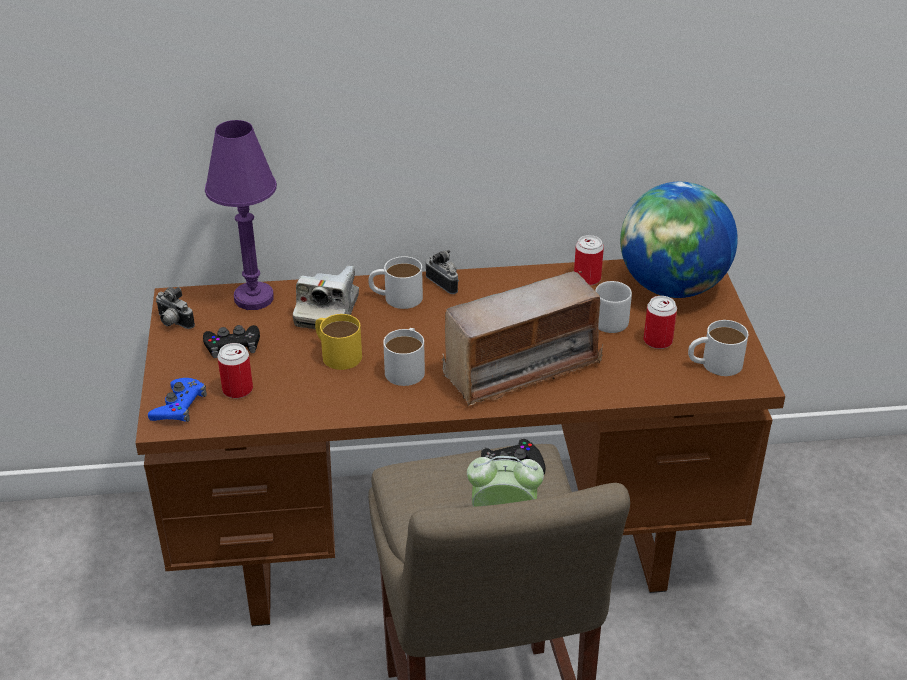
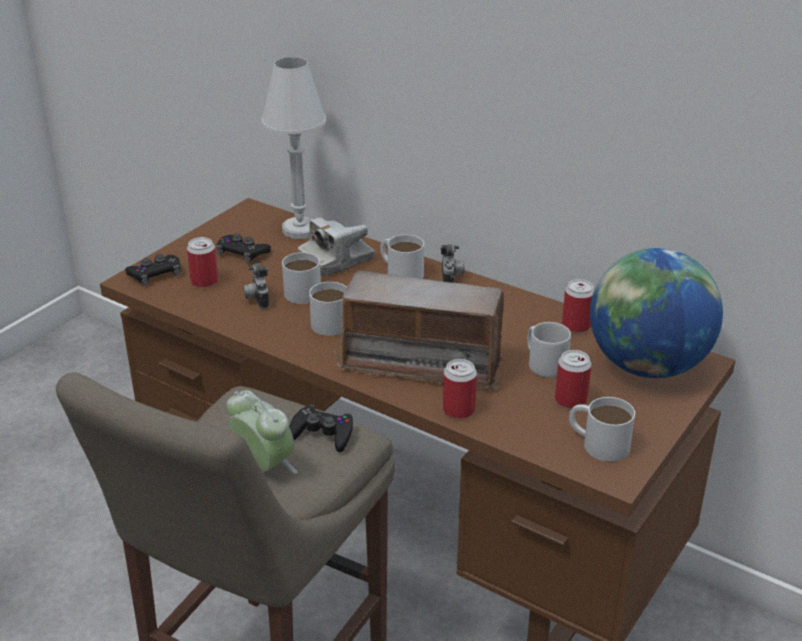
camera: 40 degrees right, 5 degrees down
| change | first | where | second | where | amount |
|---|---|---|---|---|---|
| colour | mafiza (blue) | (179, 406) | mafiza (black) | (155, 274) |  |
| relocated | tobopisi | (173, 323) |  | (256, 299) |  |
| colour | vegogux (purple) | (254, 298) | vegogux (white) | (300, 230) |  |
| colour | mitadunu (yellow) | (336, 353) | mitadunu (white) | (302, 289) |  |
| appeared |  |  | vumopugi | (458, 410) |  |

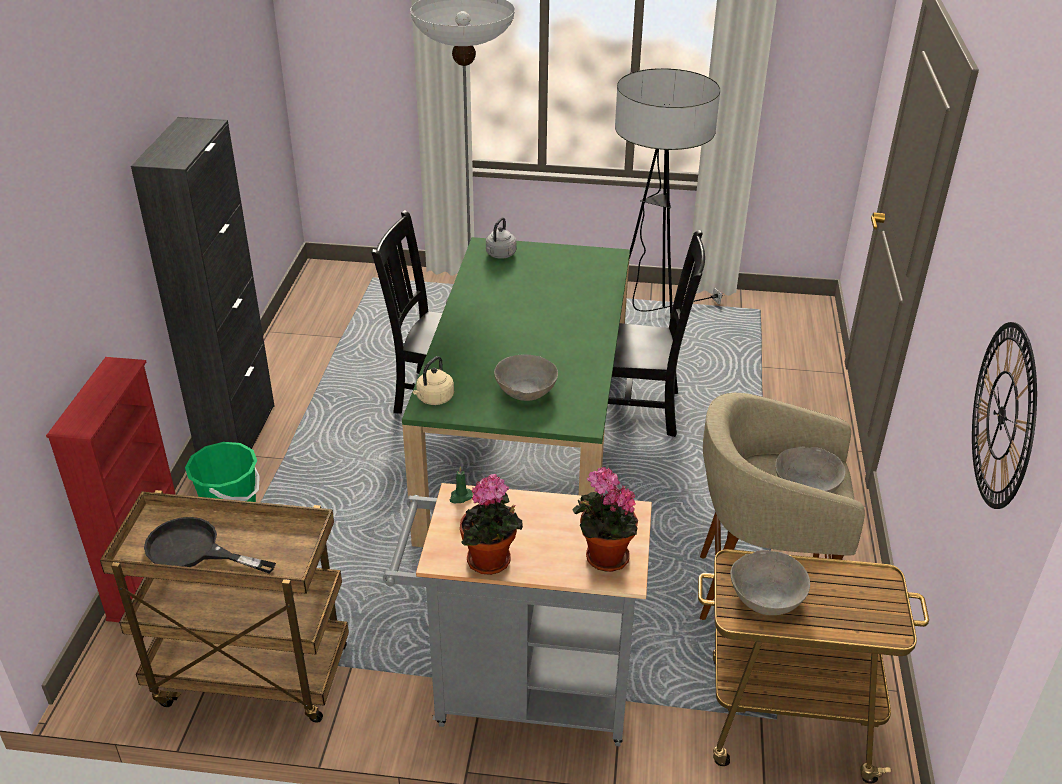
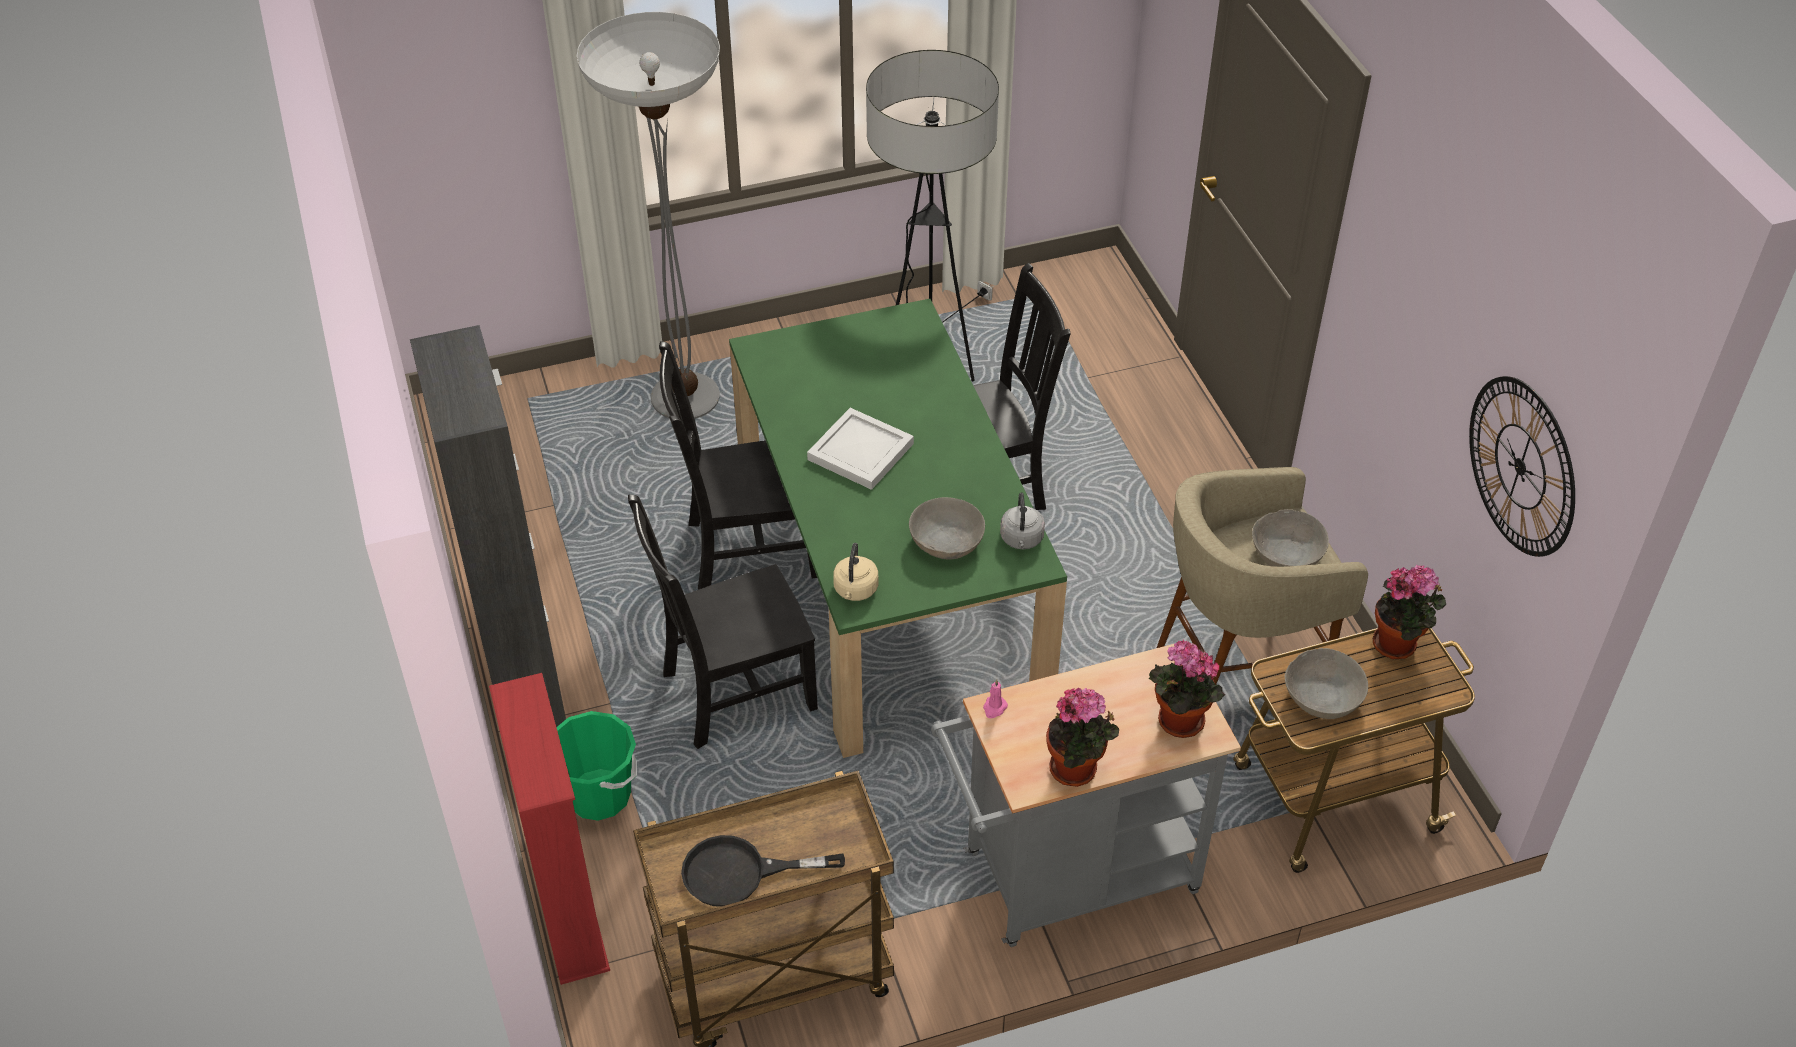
camera: 25 degrees left, 10 degrees up
| change | first | where | second | where | amount |
|---|---|---|---|---|---|
| appeared |  |  | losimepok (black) | (733, 692) |  |
| appeared |  |  | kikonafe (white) | (859, 452) |  |
| colour | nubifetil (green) | (460, 497) | nubifetil (pink) | (994, 708) |  |
| relocated | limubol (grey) | (500, 255) |  | (1021, 540) |  |
| appeared |  |  | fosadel | (1398, 645) |  |

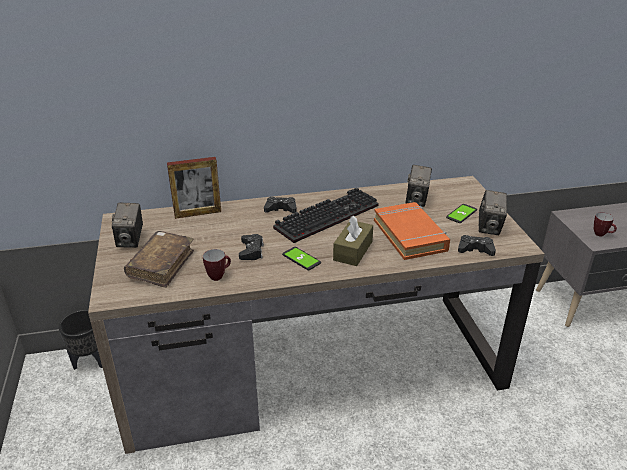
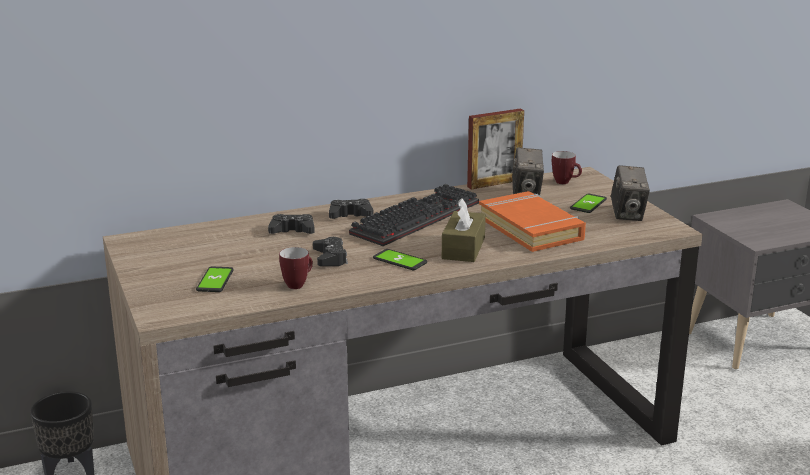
camera: 10 degrees left, 10 degrees down
| change | first | where | second | where | amount |
|---|---|---|---|---|---|
| exchanged | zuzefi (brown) | (161, 265) | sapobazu | (215, 280) |  |
| relocated | mafiza (black) | (475, 249) |  | (292, 230) |  |
| relocated | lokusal | (198, 213) |  | (494, 183) |  |
| relocated | mitadunu | (602, 235) |  | (565, 182) |  |
| missing | tobopisi | (130, 240) |  |  |  |

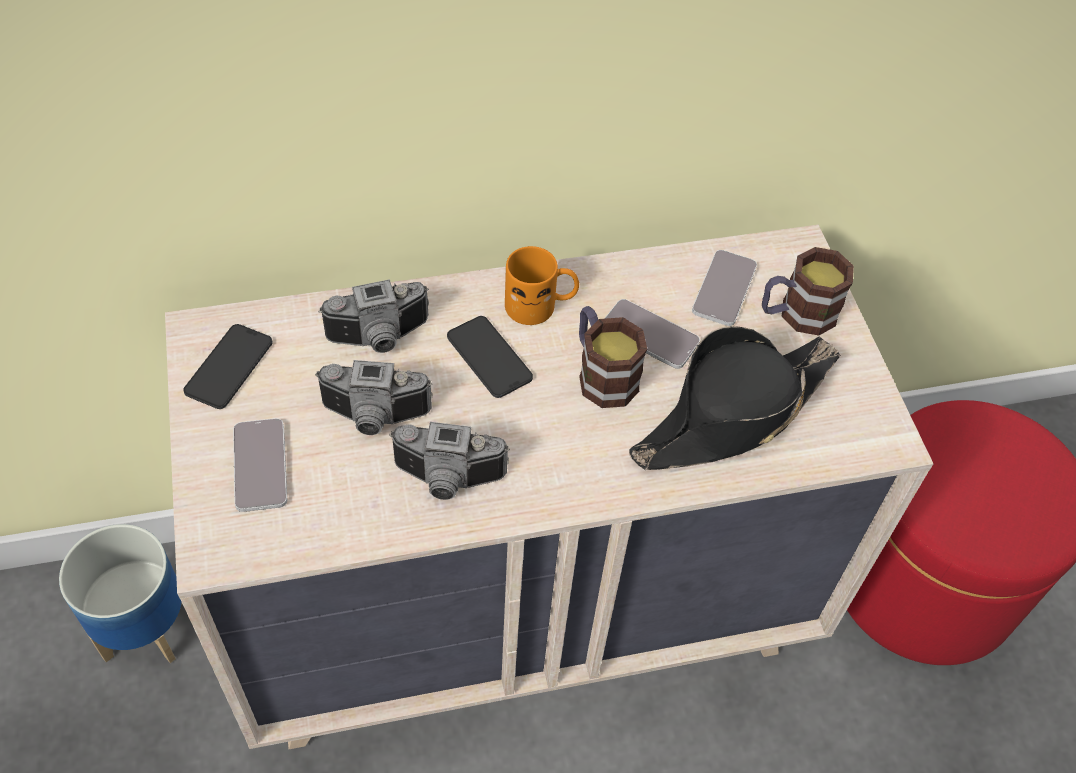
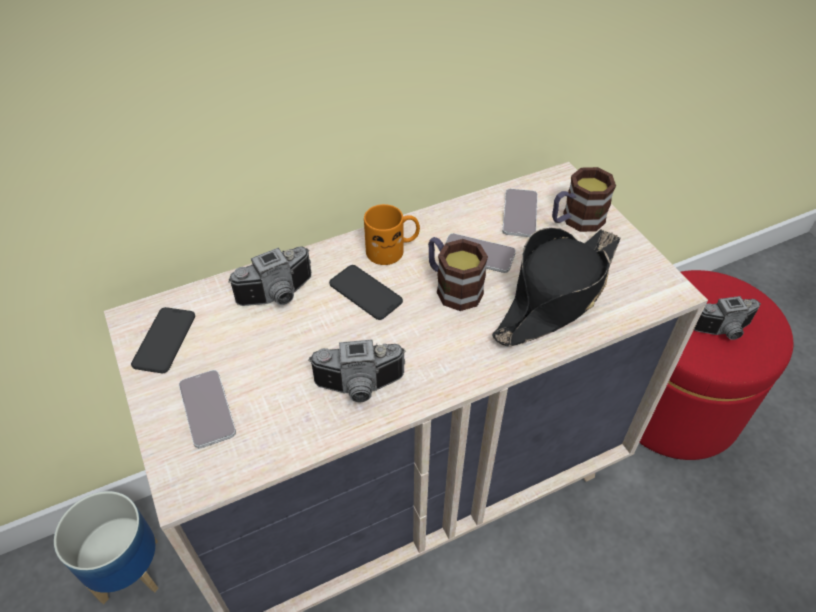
camera: 10 degrees left, 5 degrees down
| change | first | where | second | where | amount |
|---|---|---|---|---|---|
| relocated | tobopisi | (374, 419) |  | (724, 331) |  |

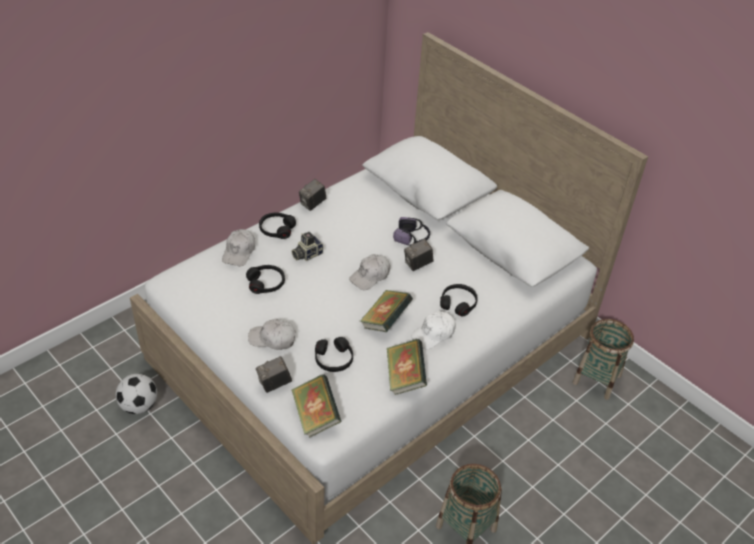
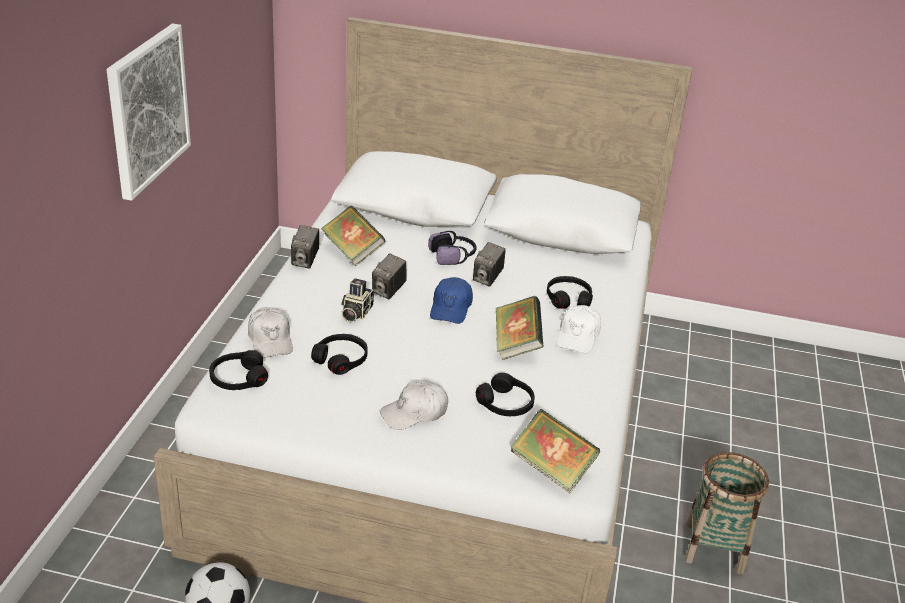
camera: 35 degrees left, 10 degrees down
| change | first | where | second | where | amount |
|---|---|---|---|---|---|
| appeared |  |  | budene | (147, 109) |  |
| relocated | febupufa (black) | (276, 229) |  | (238, 378) |  |
| relocated | zuzefi | (405, 377) |  | (352, 251) |  |
| relocated | tobopisi | (274, 384) |  | (388, 291) |  |
| colour | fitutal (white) | (370, 276) | fitutal (blue) | (451, 308) |  |
| missing | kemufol | (597, 379) |  |  |  |

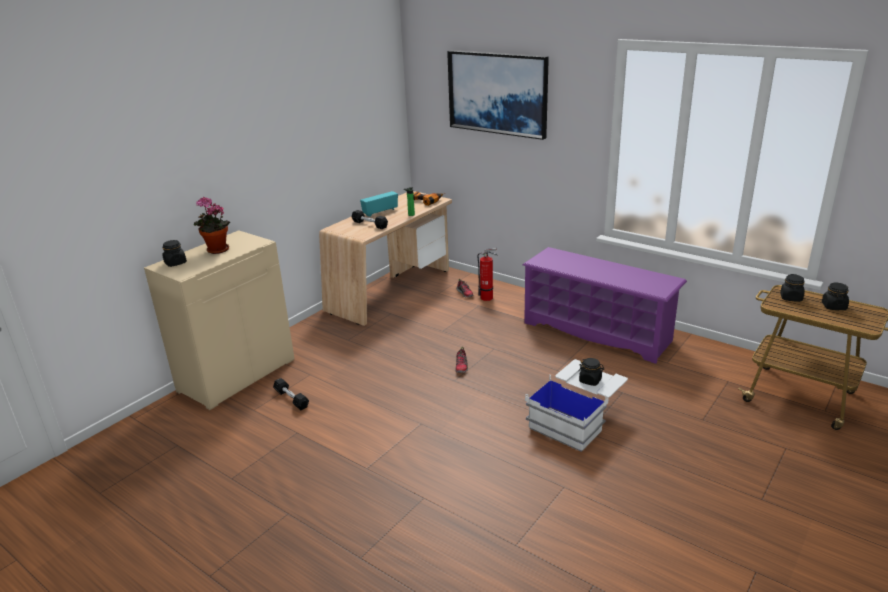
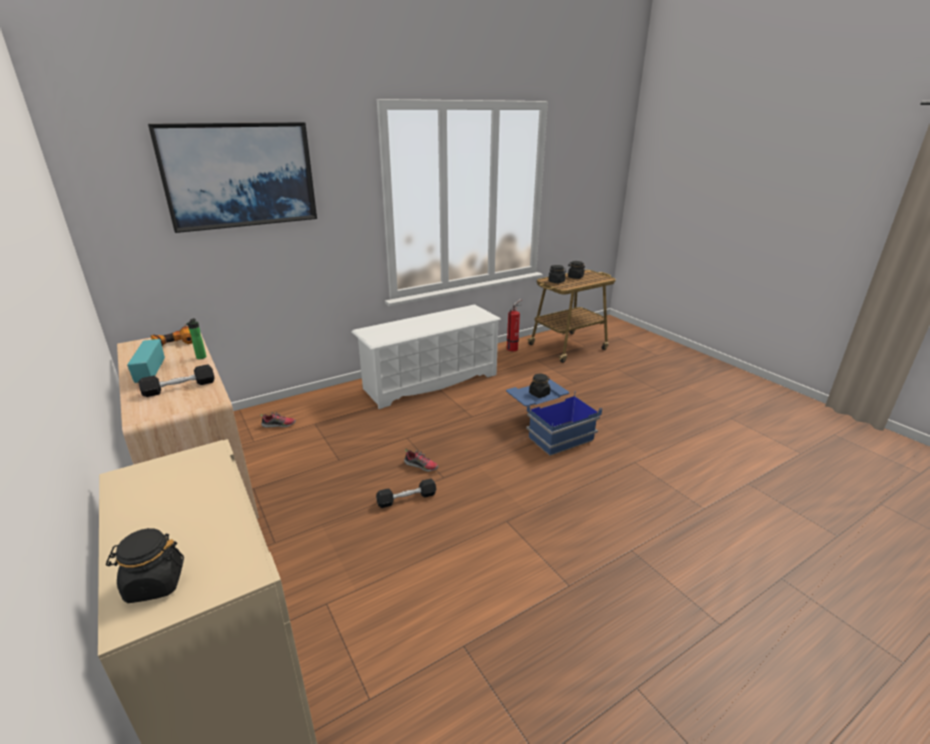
camera: 70 degrees left, 0 degrees up
| change | first | where | second | where | amount |
|---|---|---|---|---|---|
| colour | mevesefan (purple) | (597, 332) | mevesefan (white) | (430, 381) |  |
| relocated | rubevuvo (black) | (291, 399) |  | (407, 499) |  |
| colour | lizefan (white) | (577, 419) | lizefan (blue) | (548, 429) |  |
| relocated | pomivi | (488, 298) |  | (513, 348) |  |
| missing | fosadel | (216, 250) |  |  |  |

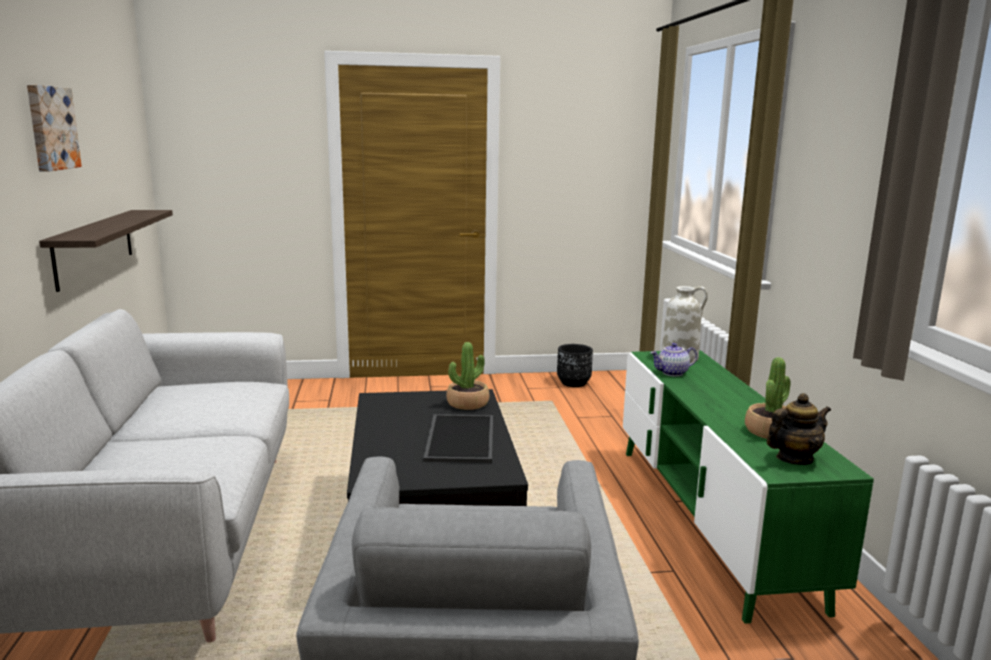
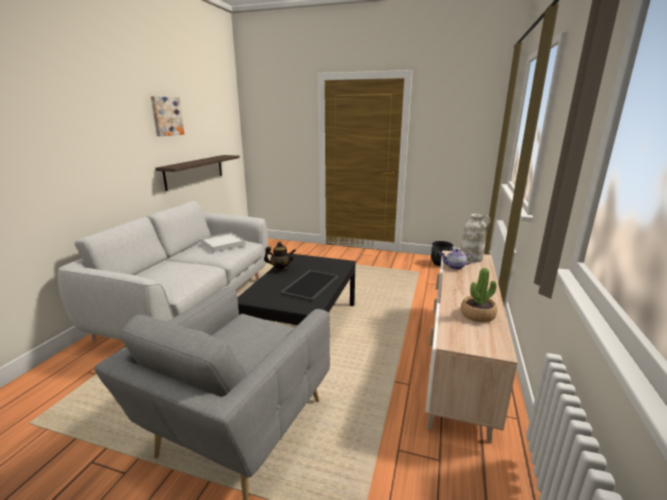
camera: 25 degrees right, 5 degrees up
| change | first | where | second | where | amount |
|---|---|---|---|---|---|
| appeared |  |  | kikonafe (white) | (223, 244) |  |
| relocated | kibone | (794, 459) |  | (280, 269) |  |
| colour | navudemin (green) | (710, 519) | navudemin (beige) | (458, 360) |  |
| missing | fosadel | (467, 403) |  |  |  |

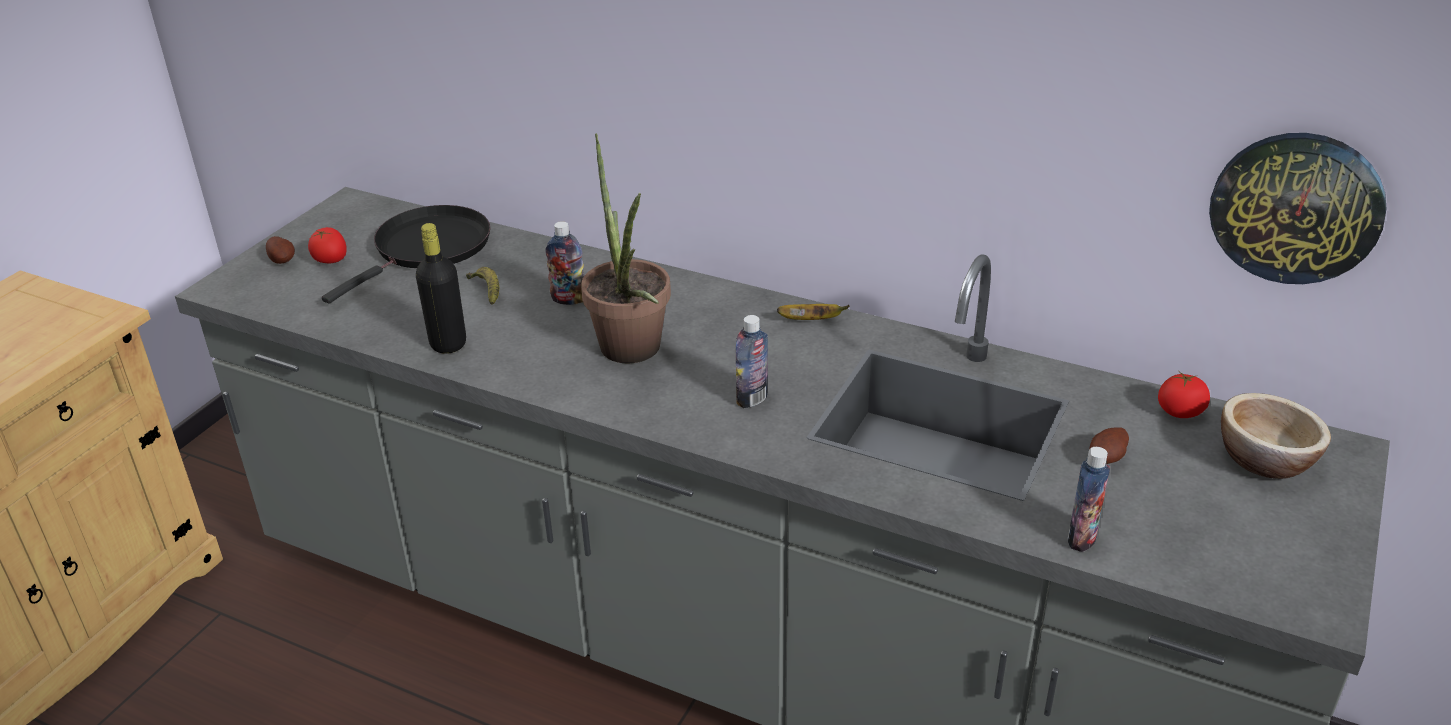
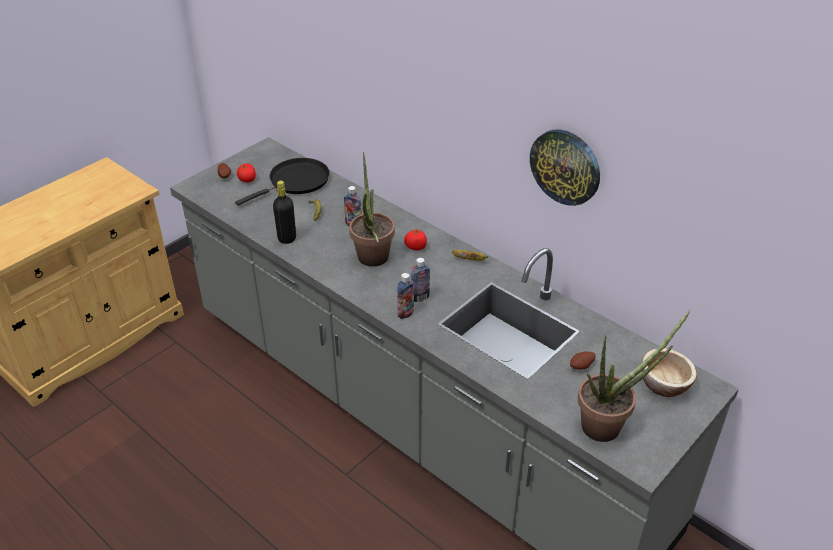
camera: 15 degrees right, 5 degrees up
| change | first | where | second | where | amount |
|---|---|---|---|---|---|
| relocated | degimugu | (1081, 538) |  | (405, 313) |  |
| relocated | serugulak | (1180, 412) |  | (416, 247) |  |
| relocated | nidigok | (1296, 207) |  | (565, 166) |  |
| appeared |  |  | fosadel | (609, 425) |  |

